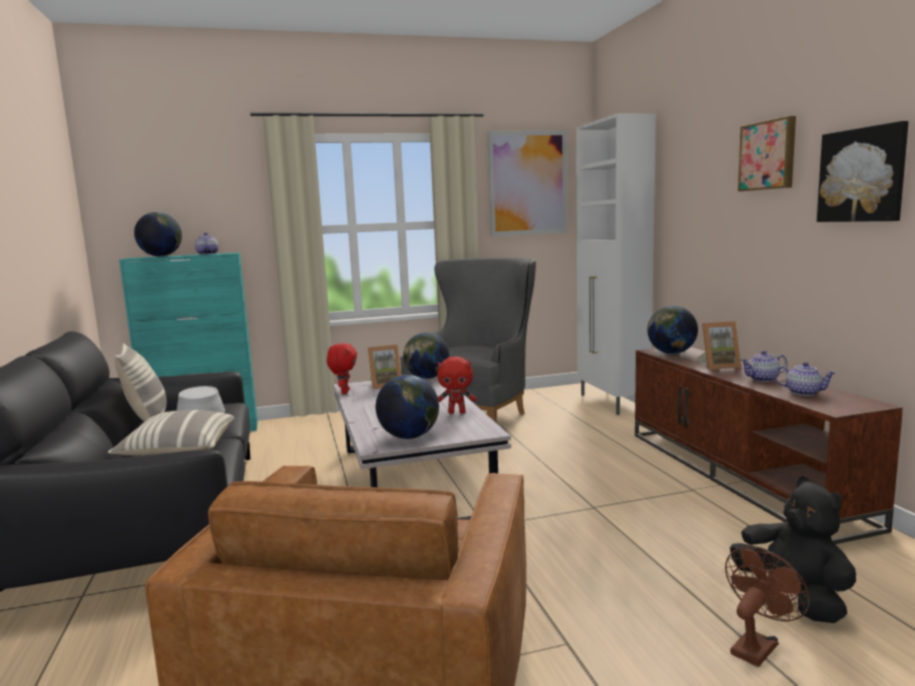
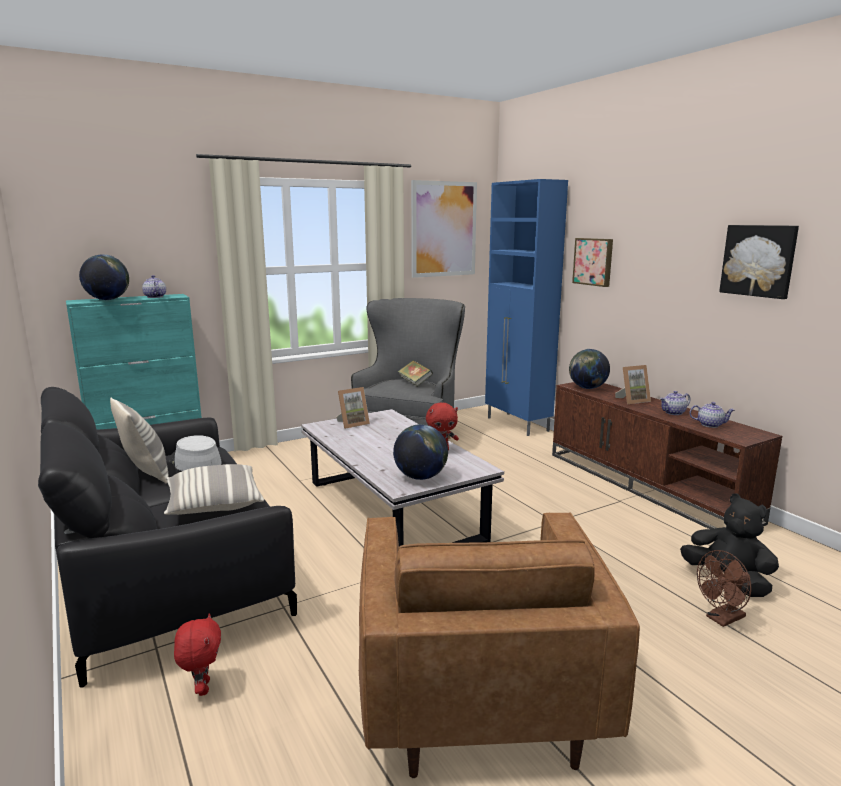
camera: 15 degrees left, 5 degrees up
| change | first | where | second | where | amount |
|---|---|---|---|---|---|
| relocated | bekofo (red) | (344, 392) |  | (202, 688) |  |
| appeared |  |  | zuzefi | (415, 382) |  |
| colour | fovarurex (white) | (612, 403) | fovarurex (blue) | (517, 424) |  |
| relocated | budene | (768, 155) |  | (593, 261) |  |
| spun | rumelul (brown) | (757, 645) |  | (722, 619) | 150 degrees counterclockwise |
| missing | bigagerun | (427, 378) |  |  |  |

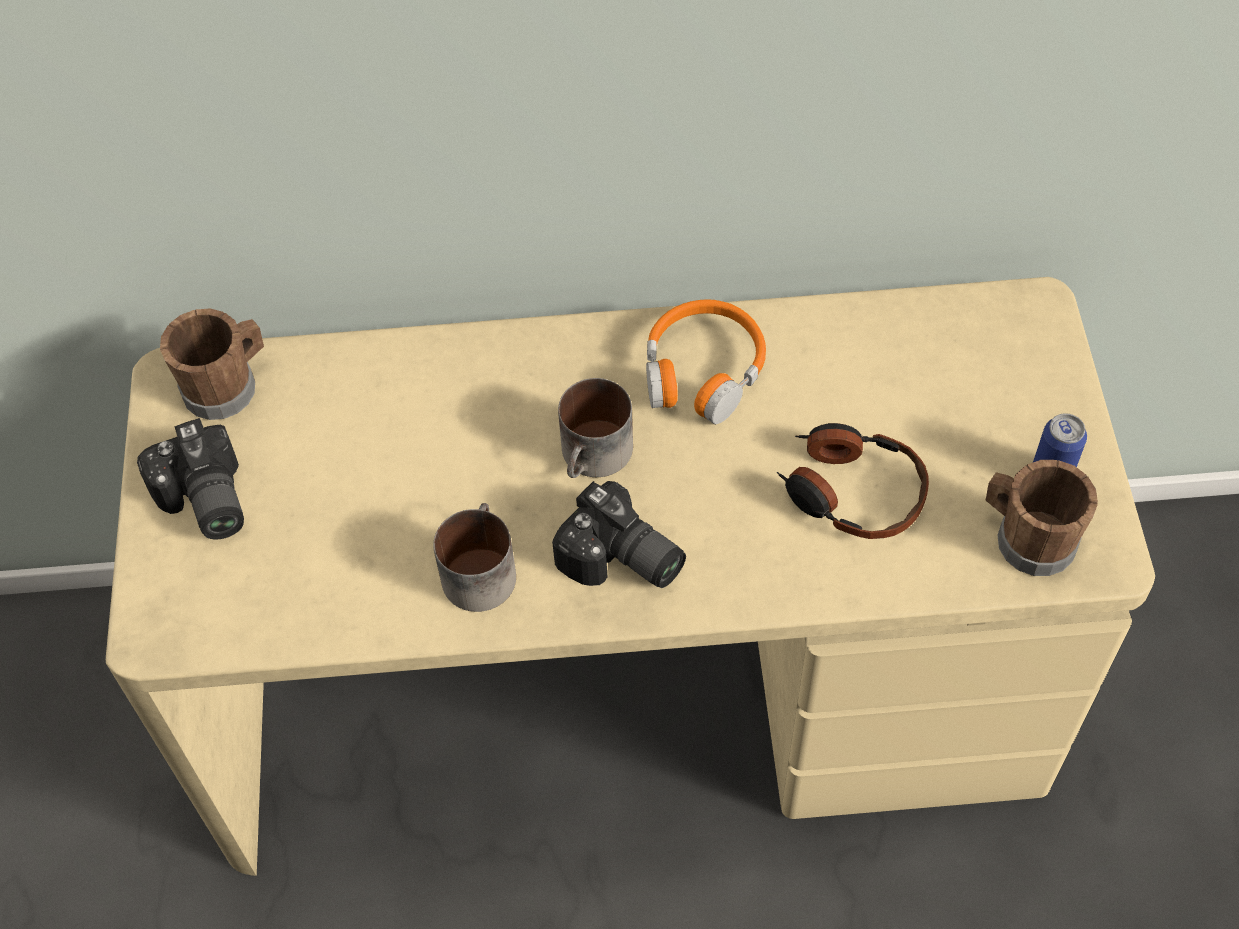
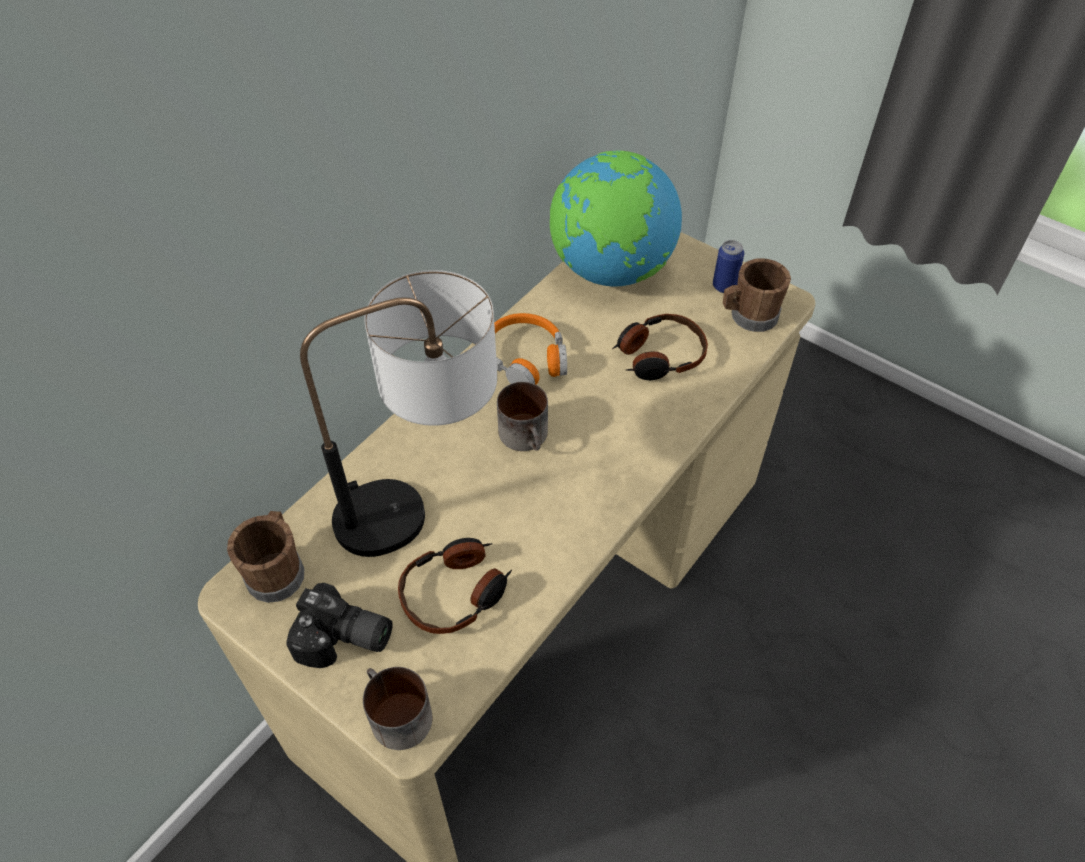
camera: 50 degrees left, 5 degrees down
| change | first | where | second | where | amount |
|---|---|---|---|---|---|
| appeared |  |  | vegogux | (422, 503) |  |
| relocated | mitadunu | (477, 569) |  | (394, 715) |  |
| appeared |  |  | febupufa | (456, 592) |  |
| appeared |  |  | bigagerun | (610, 270) |  |
| missing | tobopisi | (621, 562) |  |  |  |

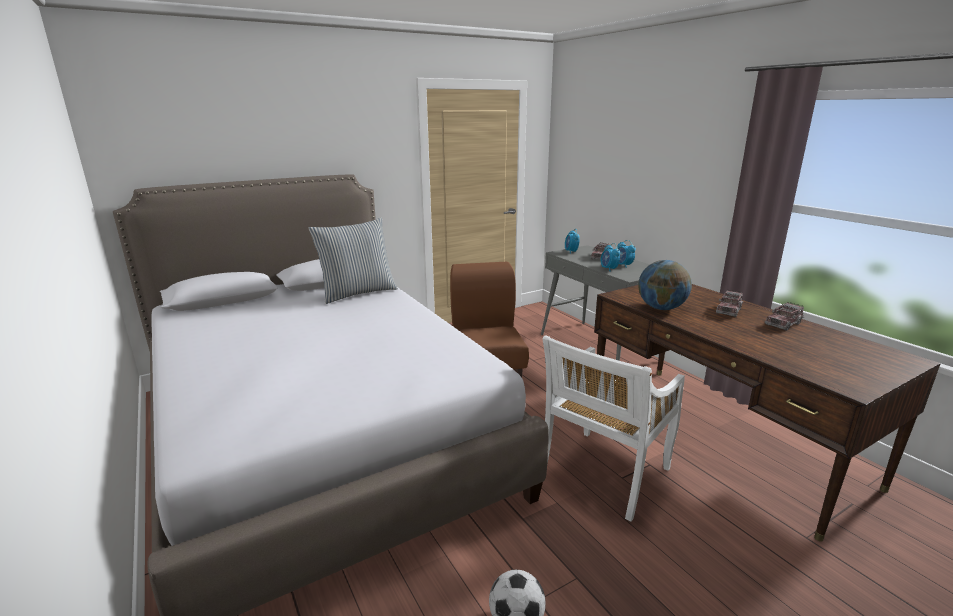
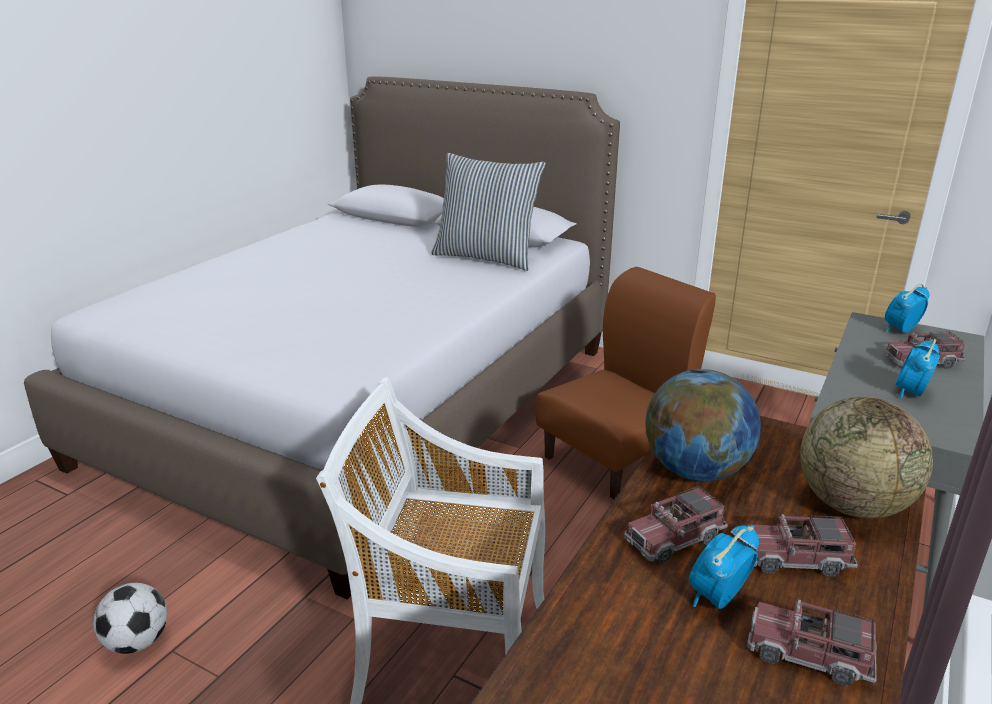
camera: 60 degrees right, 5 degrees up
| change | first | where | second | where | amount |
|---|---|---|---|---|---|
| appeared |  |  | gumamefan | (674, 538) |  |
| relocated | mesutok | (609, 269) |  | (717, 598) |  |
| appeared |  |  | bigagerun | (852, 505) |  |

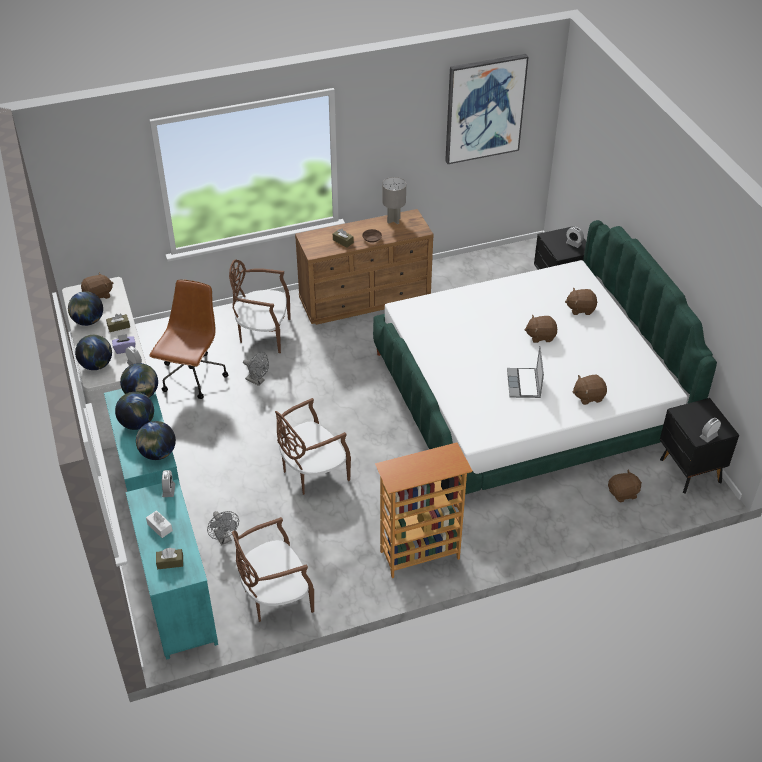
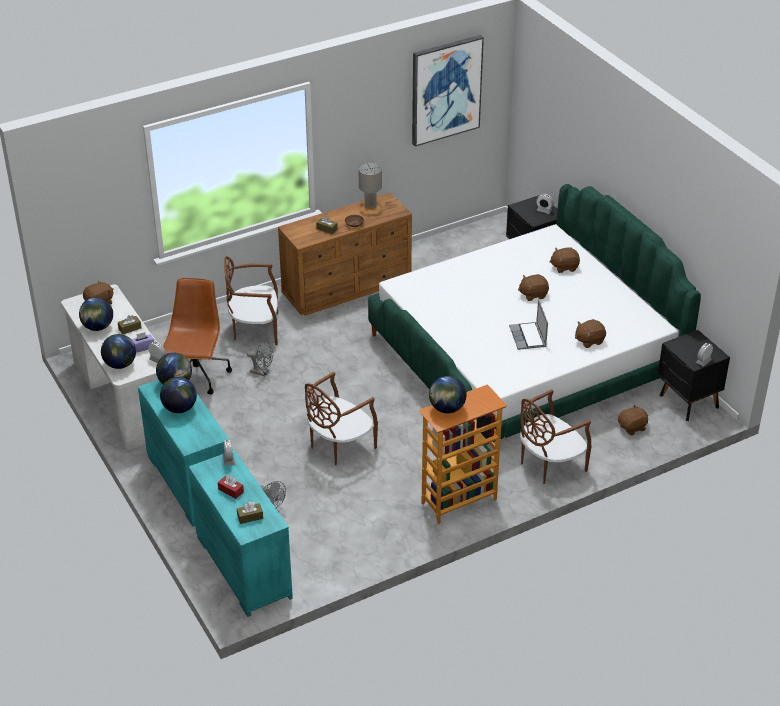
camera: 10 degrees left, 5 degrees down
| change | first | where | second | where | amount |
|---|---|---|---|---|---|
| colour | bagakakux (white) | (160, 527) | bagakakux (red) | (231, 490) |  |
| relocated | bigagerun | (158, 453) |  | (447, 408) |  |
| relocated | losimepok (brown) | (275, 597) |  | (549, 464) |  |

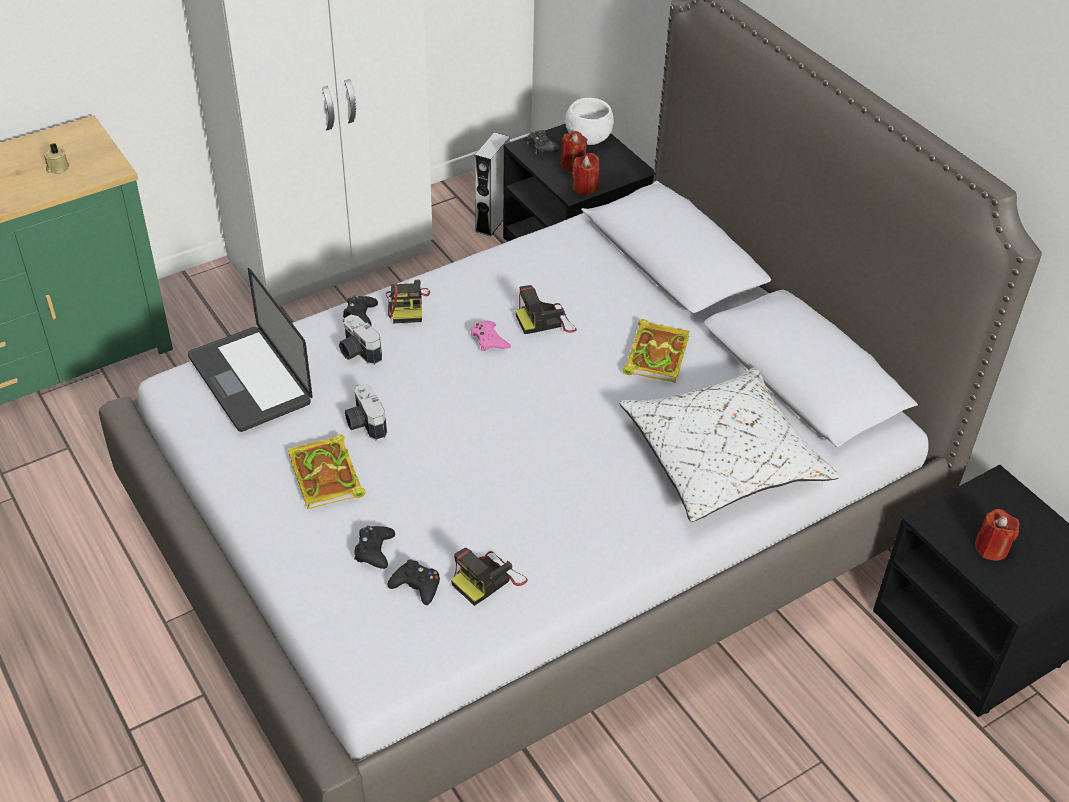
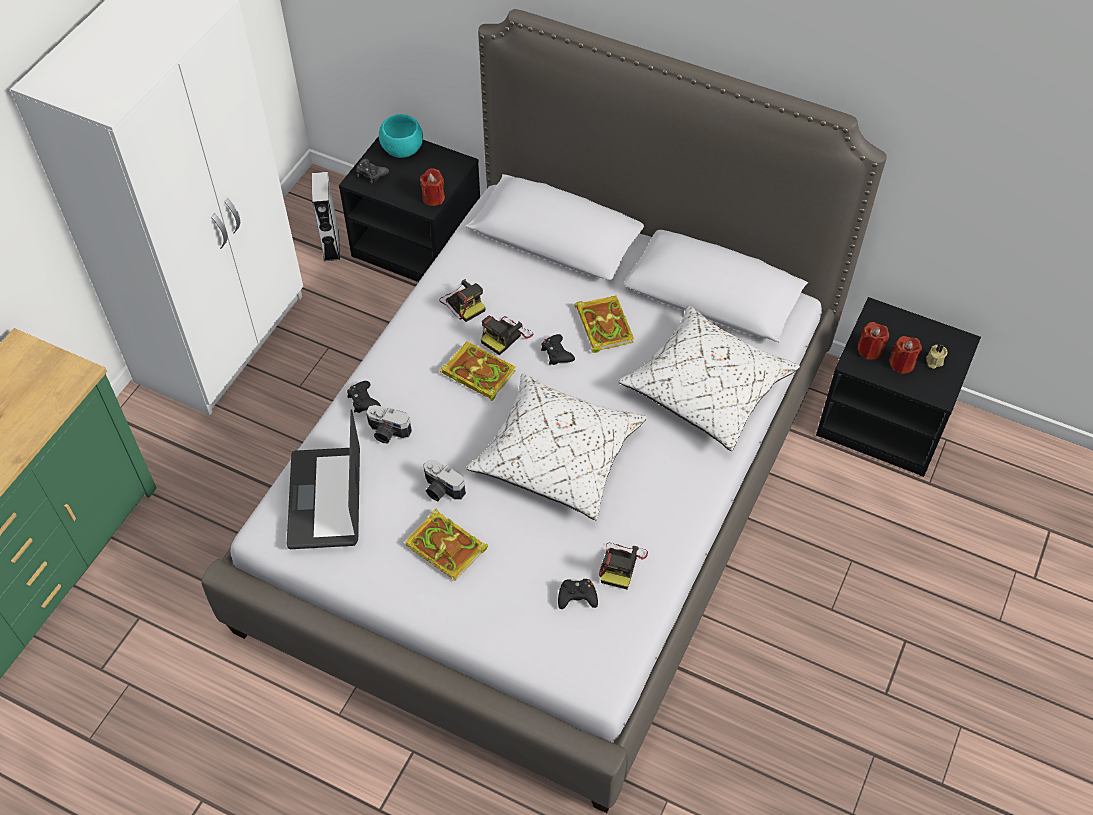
camera: 30 degrees left, 10 degrees up
| change | first | where | second | where | amount |
|---|---|---|---|---|---|
| spun | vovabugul | (250, 380) |  | (325, 499) | 60 degrees clockwise |
| colour | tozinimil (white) | (588, 139) | tozinimil (turquoise) | (403, 150) |  |
| relocated | tobopisi | (407, 306) |  | (463, 303) |  |
| exchanged | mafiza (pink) | (489, 340) | zuzefi | (477, 373) |  |
| appeared |  |  | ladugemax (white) | (557, 456) |  |
| relocated | mafiza (black) | (374, 551) |  | (556, 353) |  |
| relocated | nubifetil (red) | (573, 164) |  | (870, 350) |  |
| relocated | nubifetil (beige) | (57, 168) |  | (933, 361) |  |

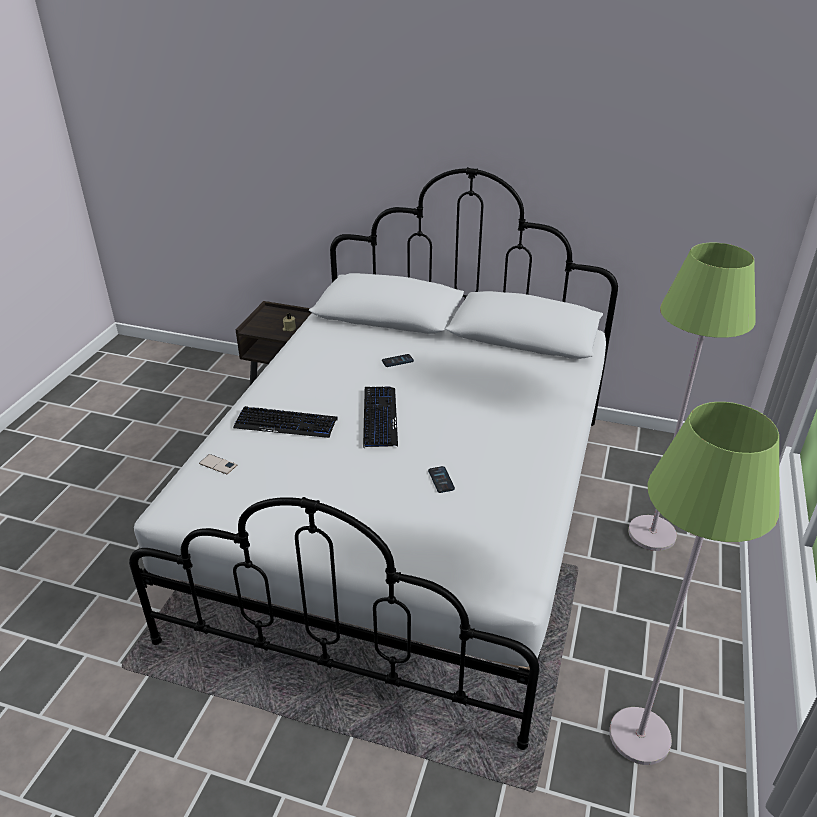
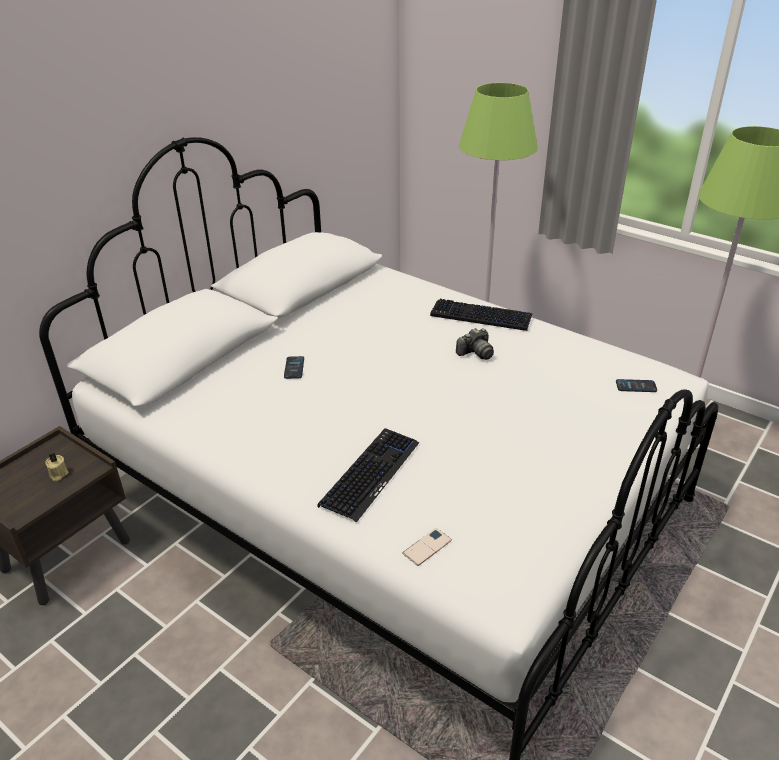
camera: 70 degrees left, 0 degrees up
| change | first | where | second | where | amount |
|---|---|---|---|---|---|
| relocated | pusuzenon | (379, 417) |  | (481, 316) |  |
| appeared |  |  | tobopisi | (476, 353) |  |
| relocated | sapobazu | (441, 480) |  | (636, 386) |  |

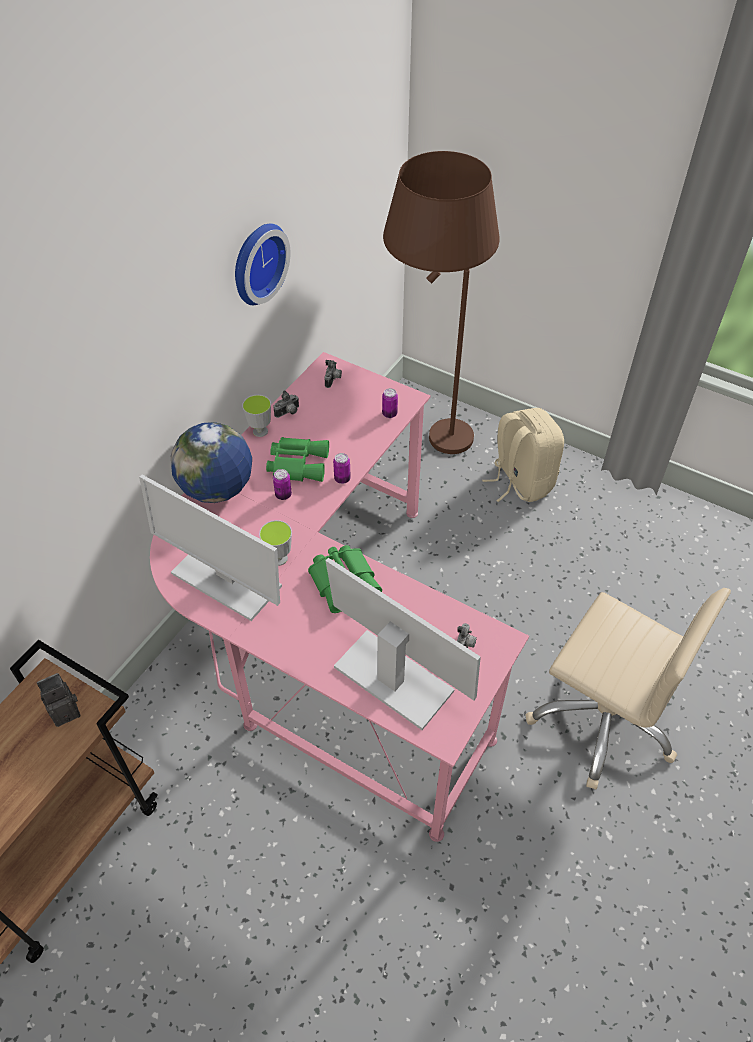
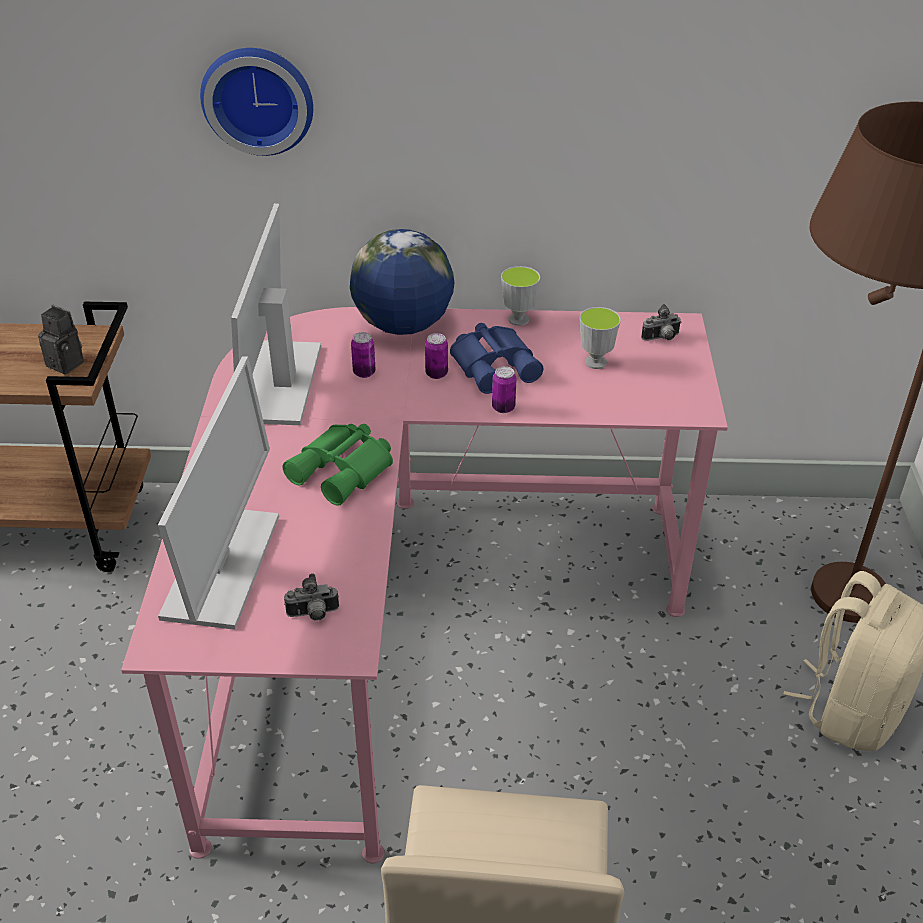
camera: 60 degrees right, 10 degrees down
| change | first | where | second | where | amount |
|---|---|---|---|---|---|
| relocated | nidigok | (256, 262) |  | (258, 98) |  |
| relocated | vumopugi | (389, 414) |  | (364, 372) |  |
| colour | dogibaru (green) | (297, 463) | dogibaru (blue) | (495, 365) |  |
| relocated | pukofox | (279, 558) |  | (595, 362) |  |
| missing | tobopisi | (288, 413) |  |  |  |

